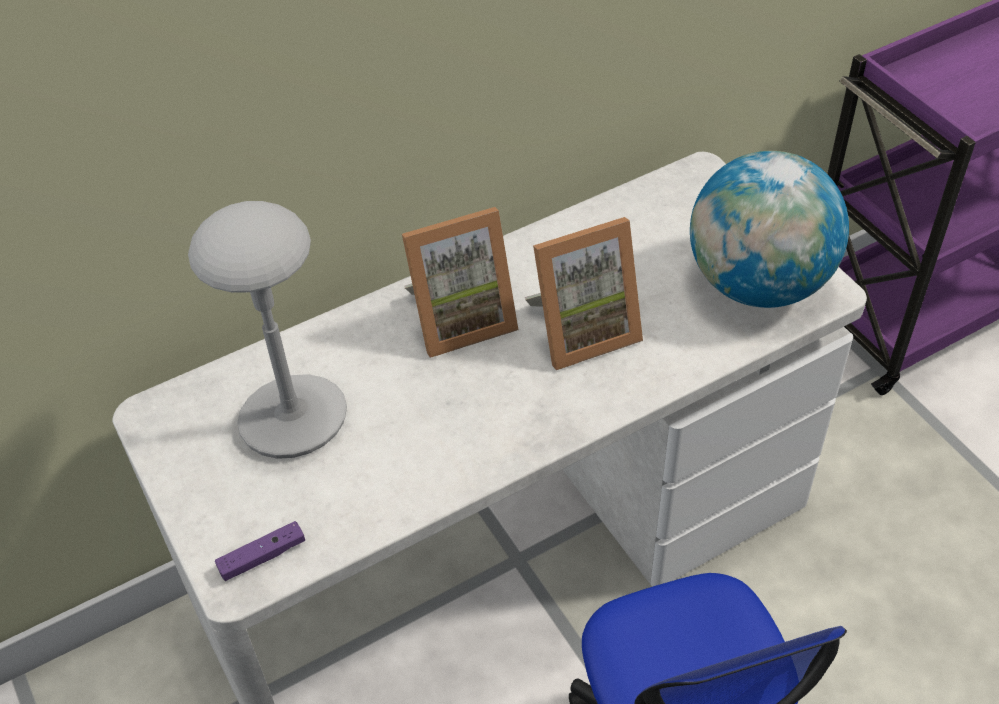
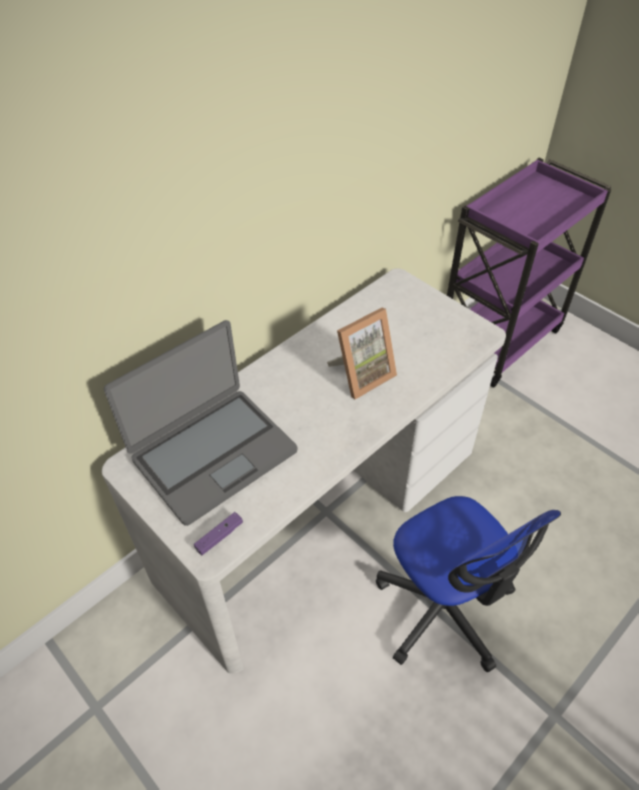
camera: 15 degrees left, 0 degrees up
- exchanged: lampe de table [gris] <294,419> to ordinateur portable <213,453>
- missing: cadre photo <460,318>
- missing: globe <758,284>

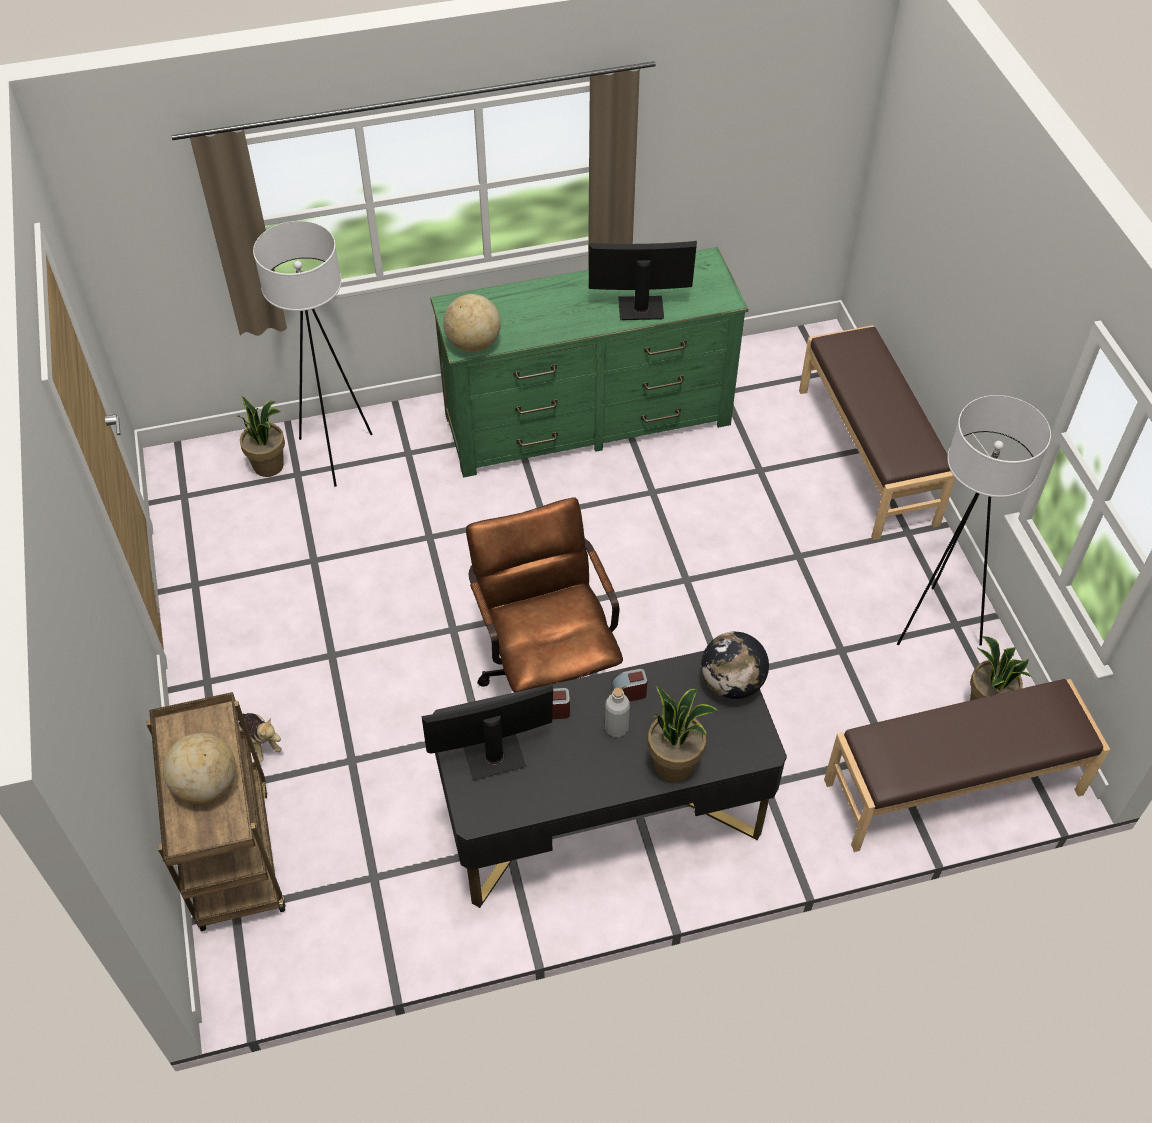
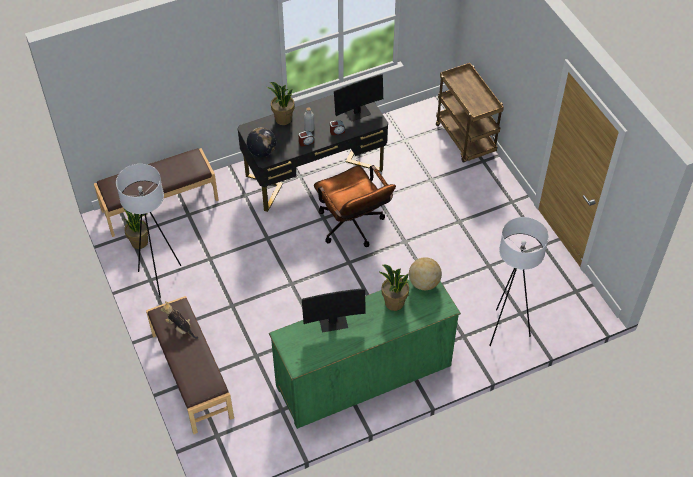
camera: 170 degrees right, 0 degrees up
- missing: globe <206,785>
- relocated: plante en pot <269,465> to <394,303>
- relocated: peluche <258,742> to <180,328>

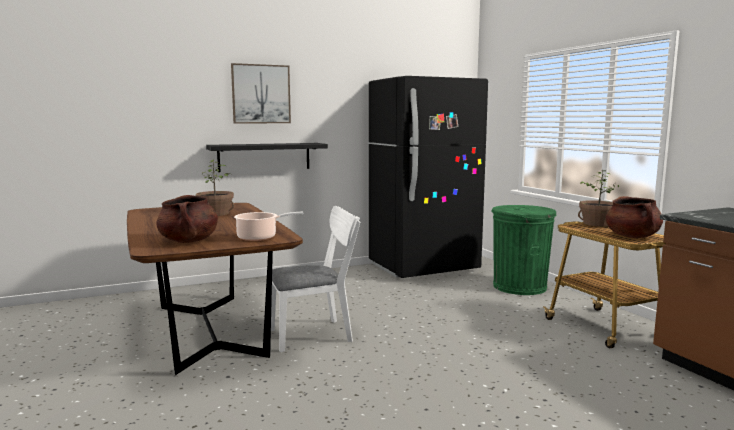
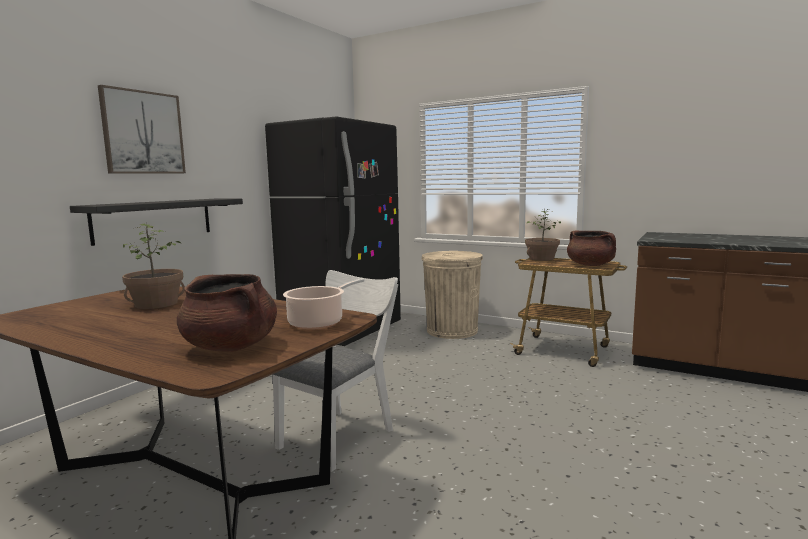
camera: 35 degrees left, 0 degrees up
- colour: poubelle [vert] <519,286> to poubelle [beige] <452,331>

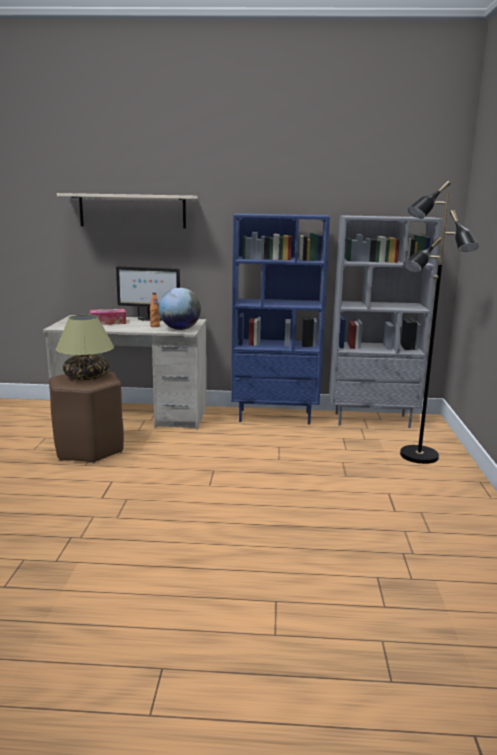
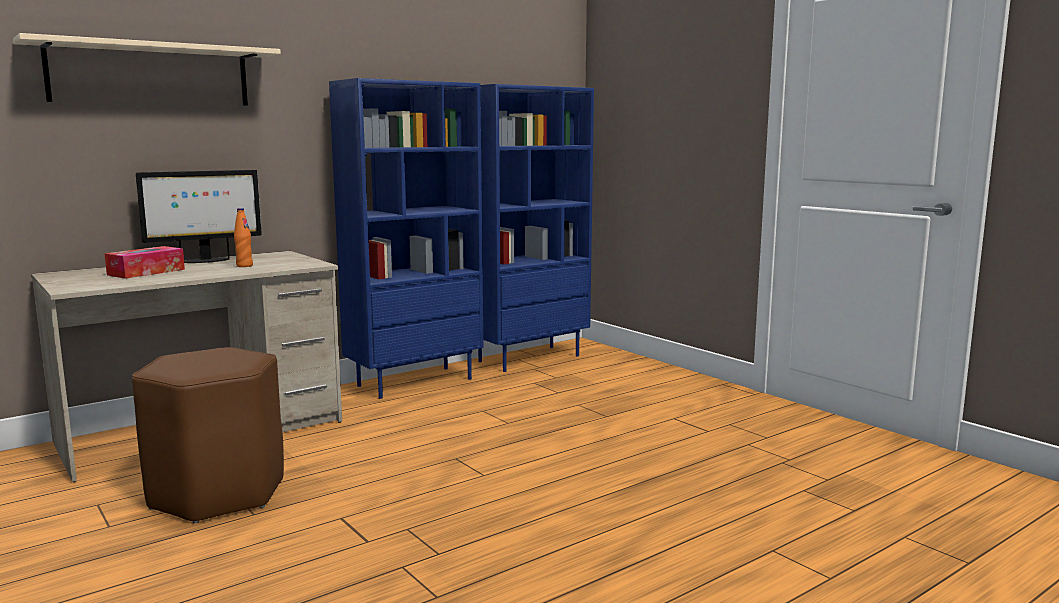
camera: 40 degrees left, 5 degrees down
- missing: lampe de table <86,377>
- missing: globe <180,329>
- colour: bibliothèque [gris] <372,420> to bibliothèque [bleu] <529,358>
- missing: lampadaire [noir] <418,456>

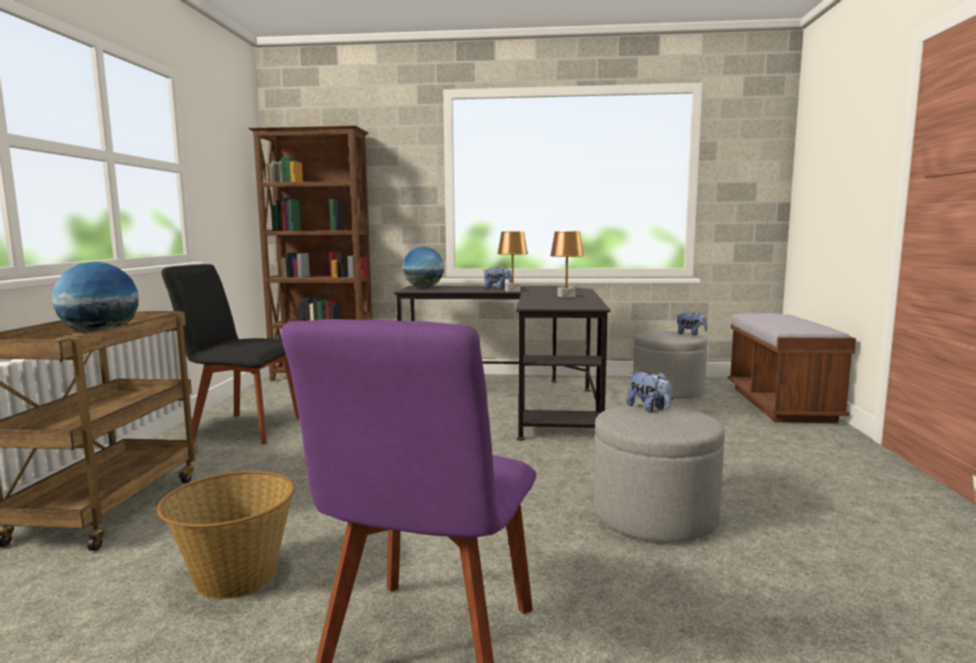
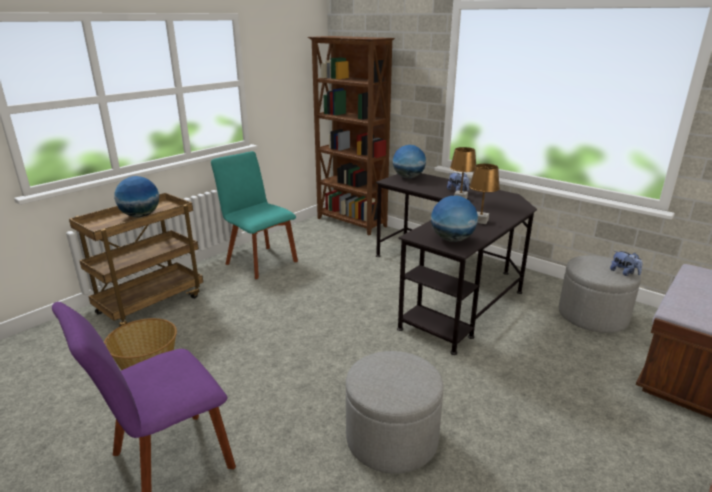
camera: 35 degrees right, 15 degrees up
- colour: chaise [noir] <243,428> to chaise [turquoise] <259,261>
- missing: peluche <649,408>
- appeared: globe <452,239>

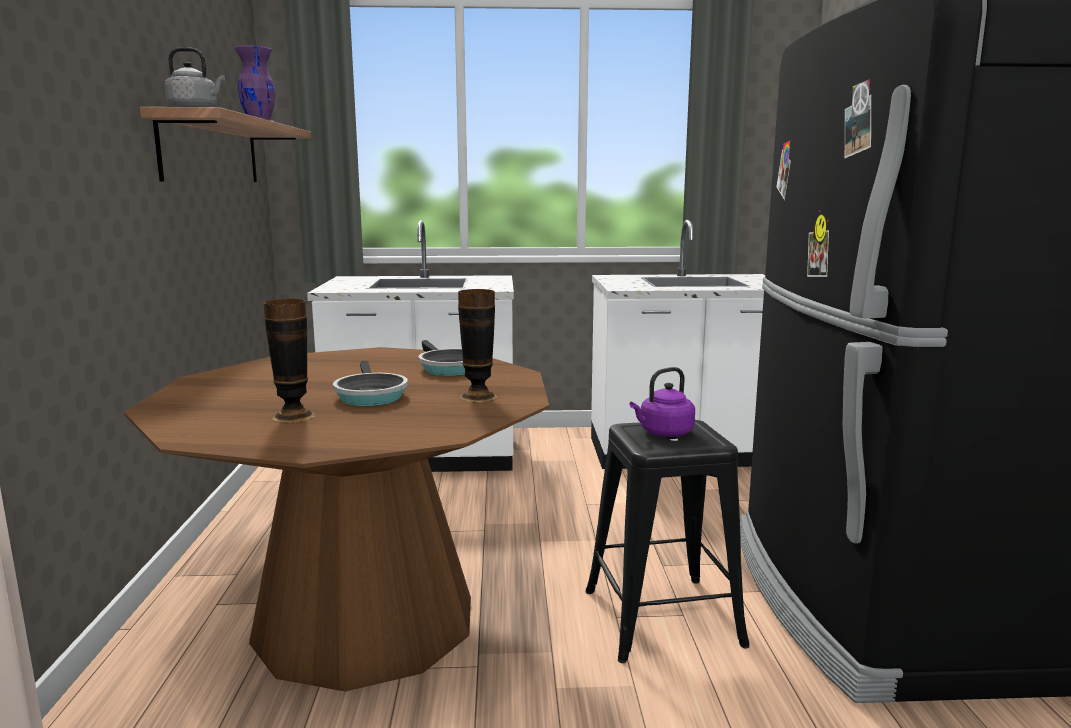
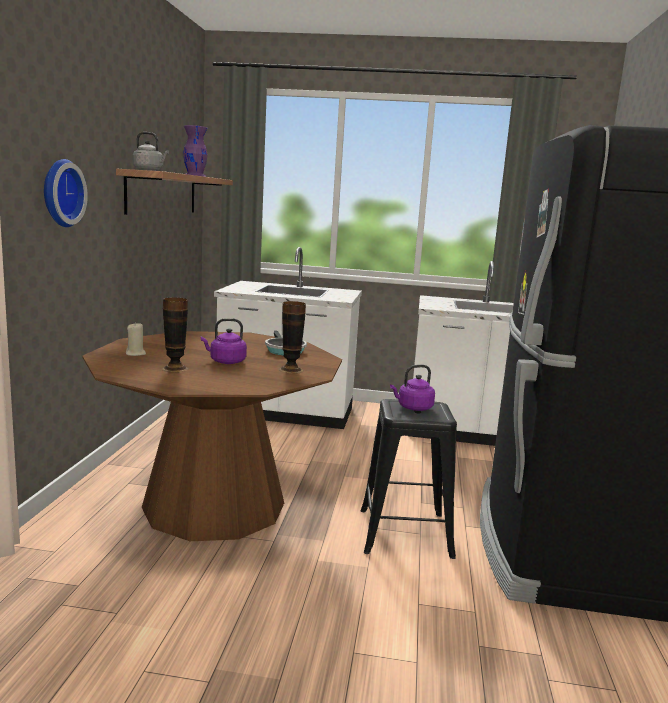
camera: 10 degrees right, 0 degrees up
- exchanged: poêle <369,395> to bouilloire [violet] <225,361>
- appeared: horloge murale <60,193>
- appeared: bougie [beige] <135,354>

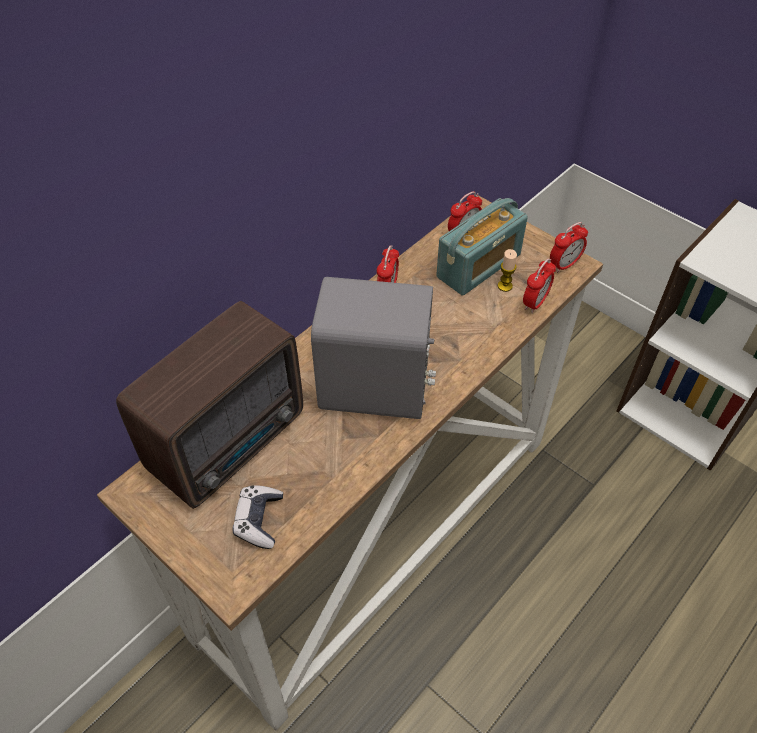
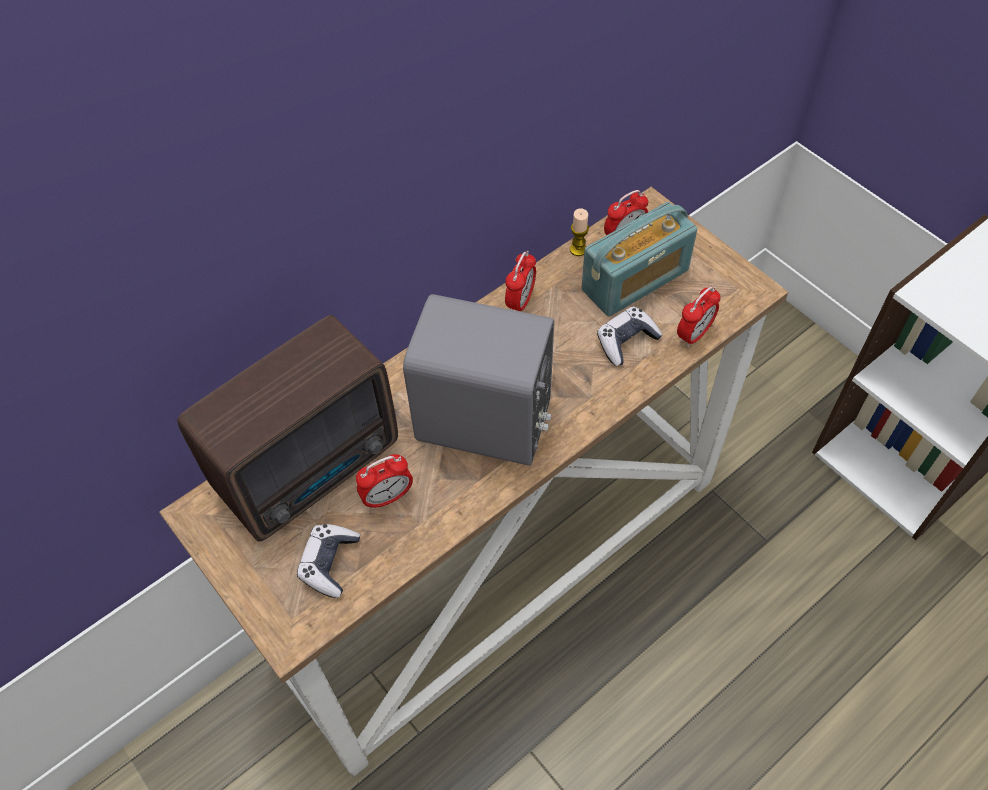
camera: 10 degrees right, 5 degrees up
- relocated: bougie <505,286> to <578,249>
- relocated: réveil <564,265> to <387,497>
- appeared: manette <626,341>

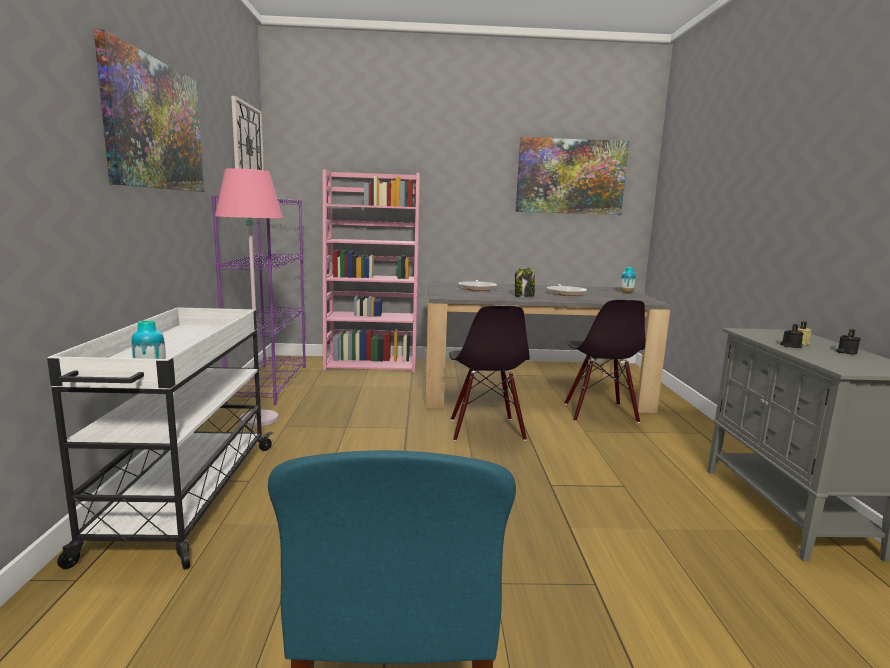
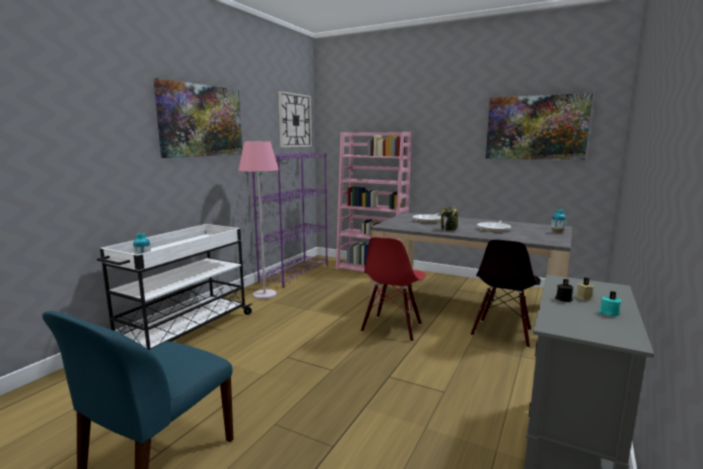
camera: 30 degrees right, 0 degrees up
- colour: chaise [noir] <485,429> to chaise [rouge] <392,328>
- colour: bougie [noir] <846,352> to bougie [turquoise] <608,313>

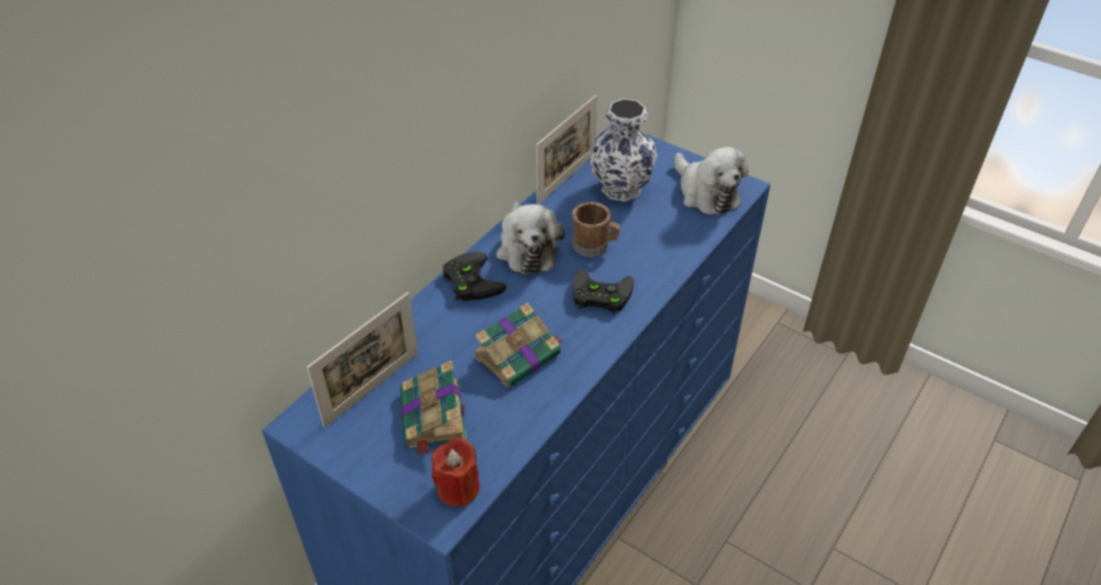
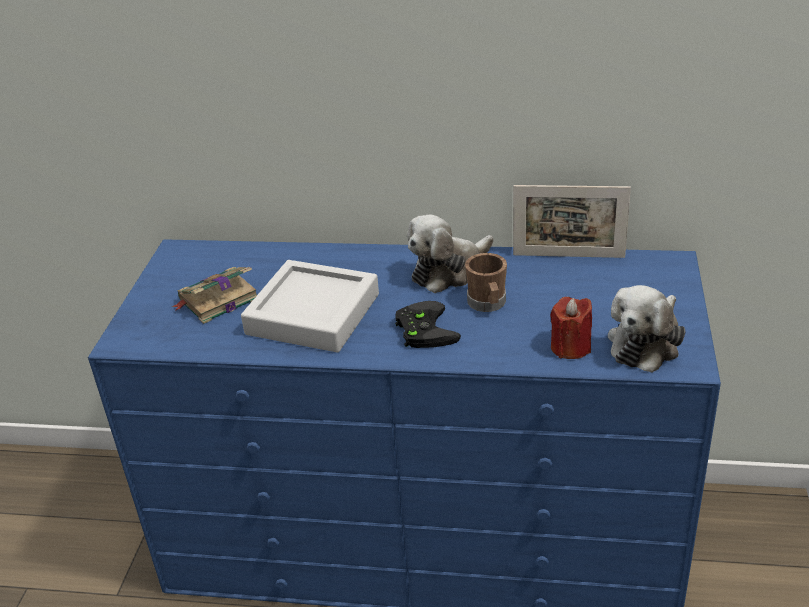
camera: 65 degrees right, 10 degrees down
- missing: cadre photo <372,389>
- relocated: bougie [rouge] <458,488> to <570,347>
- missing: manette [noir] <469,280>
- exchanged: livre <519,355> to plateau [gris] <313,314>
- missing: vase <621,189>

